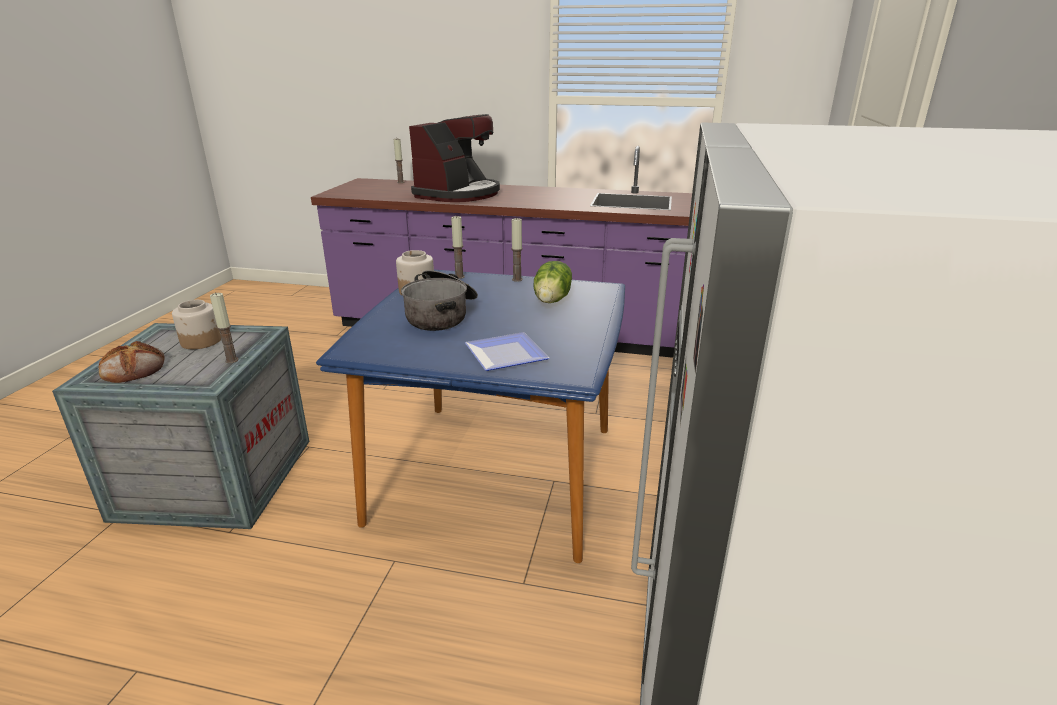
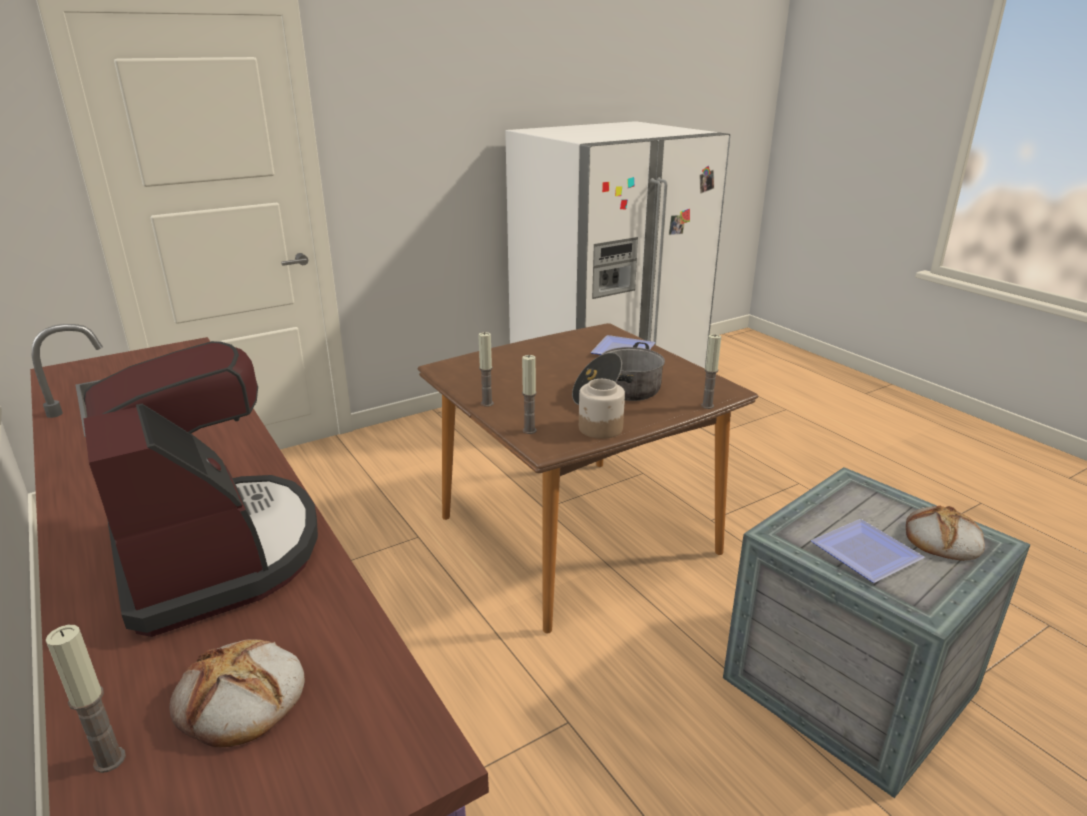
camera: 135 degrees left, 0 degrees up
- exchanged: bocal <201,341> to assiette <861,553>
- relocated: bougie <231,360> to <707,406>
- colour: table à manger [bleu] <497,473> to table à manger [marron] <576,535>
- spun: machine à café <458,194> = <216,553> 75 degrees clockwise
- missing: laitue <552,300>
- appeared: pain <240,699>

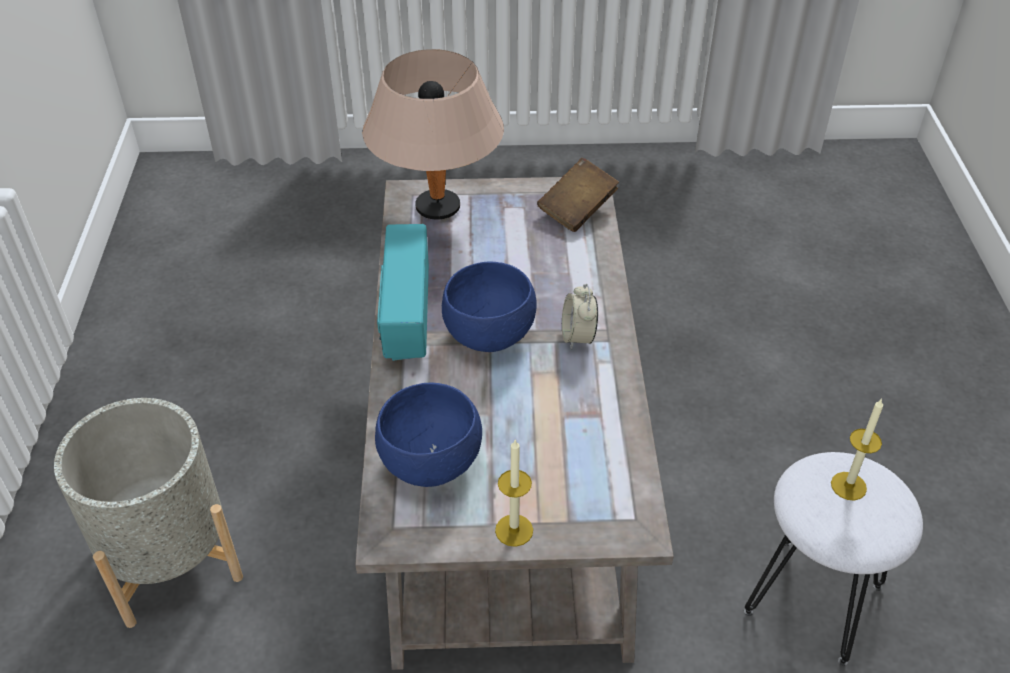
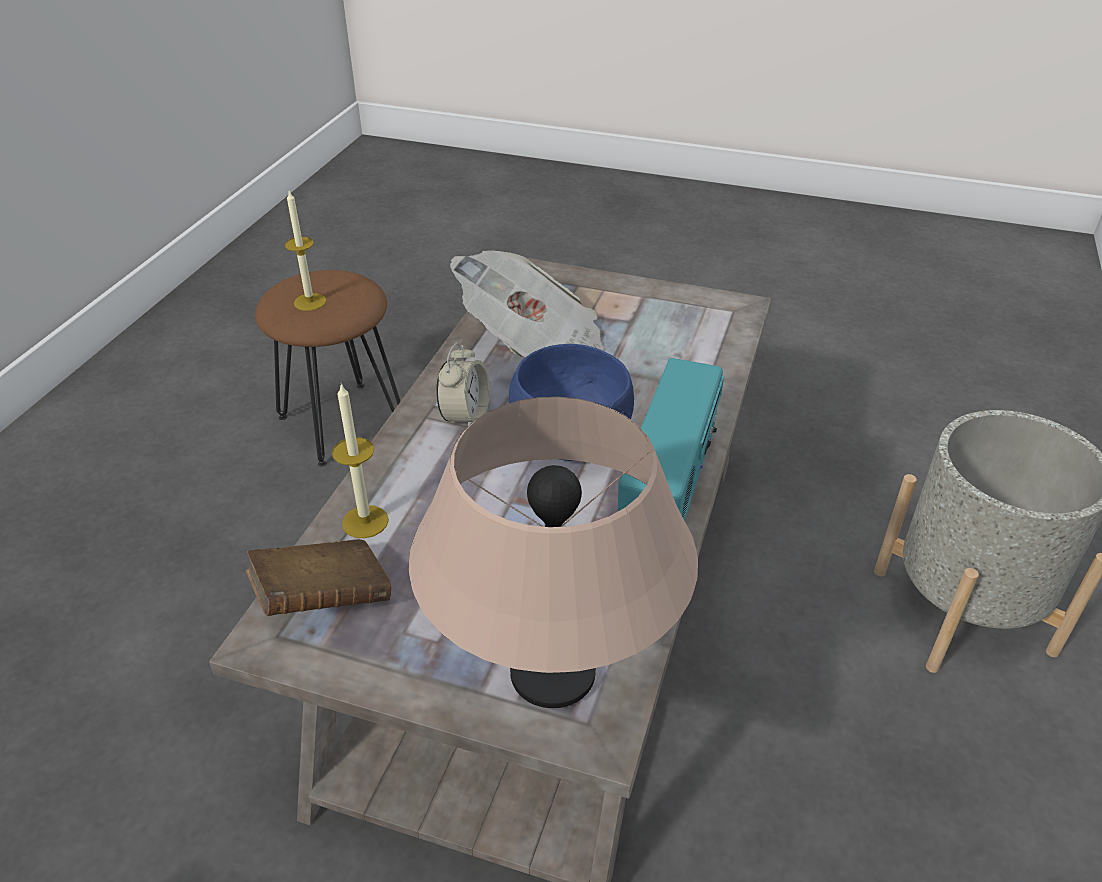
camera: 160 degrees left, 5 degrees down
- missing: bol [bleu] <430,462>
- relocated: bougie <514,530> to <365,521>
- colour: tabouret [blanc] <815,599> to tabouret [marron] <341,422>
- appeared: journal <536,347>

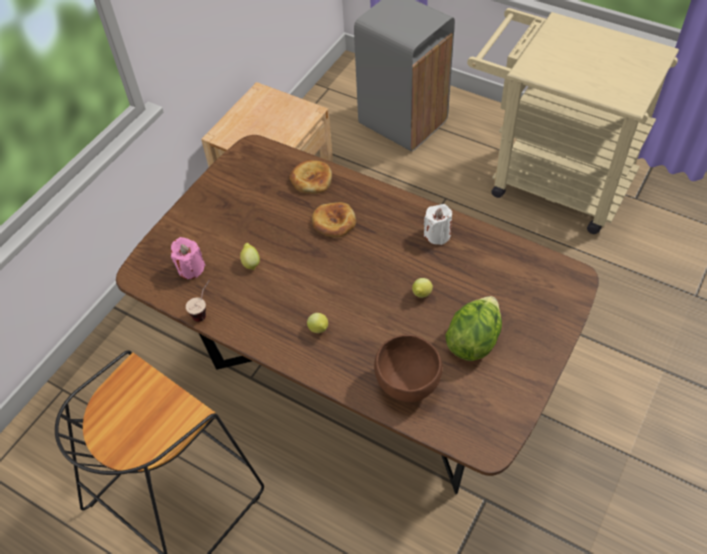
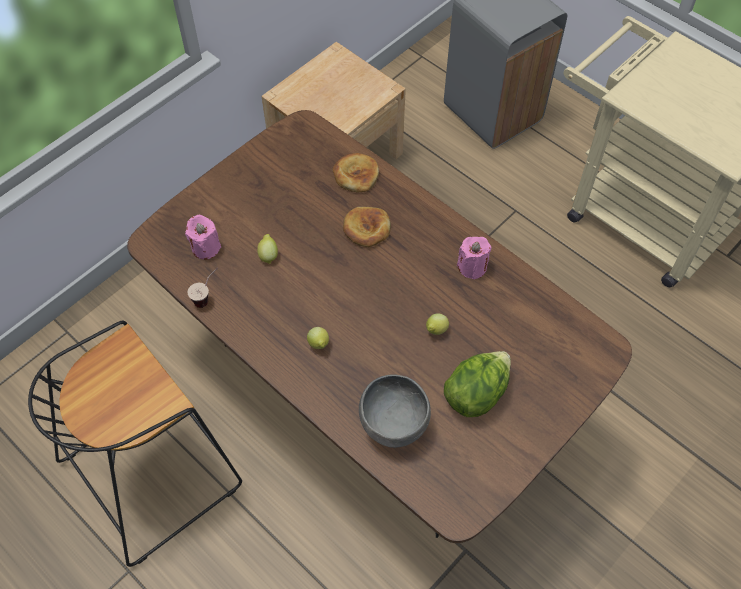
camera: 10 degrees right, 5 degrees up
- colour: bol [marron] <408,384> to bol [gris] <394,425>
- colour: bougie [blanc] <437,234> to bougie [rose] <472,267>

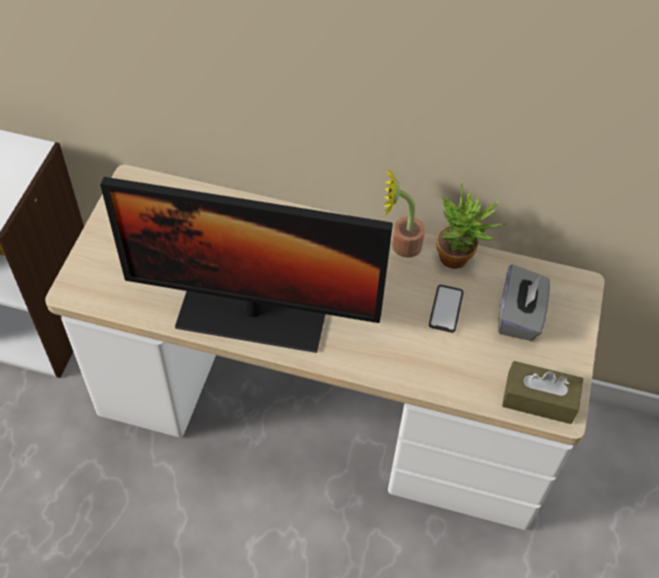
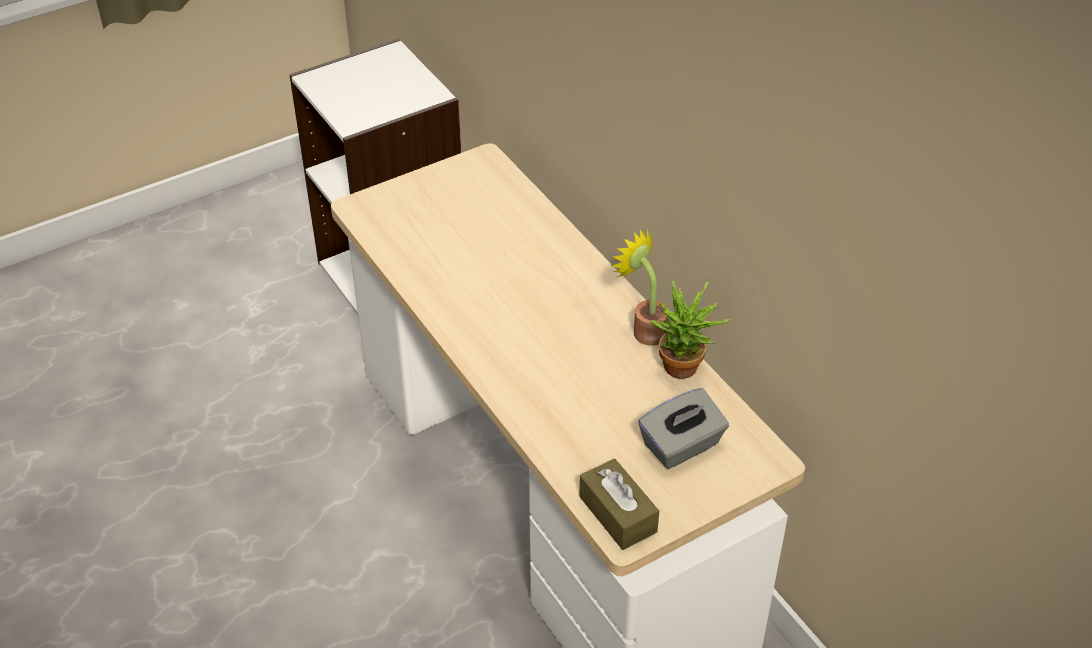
camera: 45 degrees right, 10 degrees down
- missing: écran d'ordinateur <253,314>
- missing: téléphone <446,309>

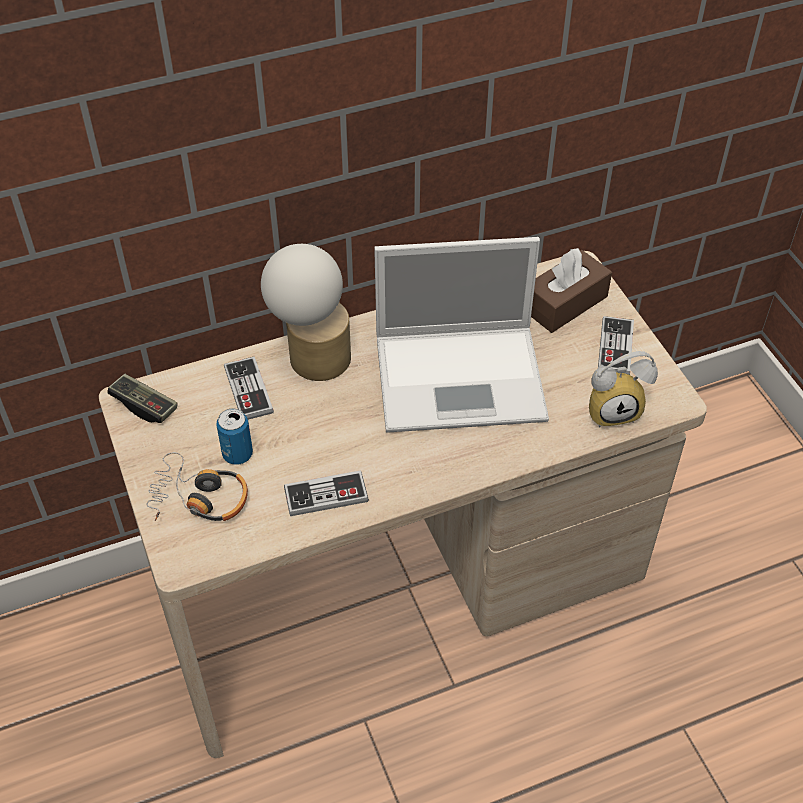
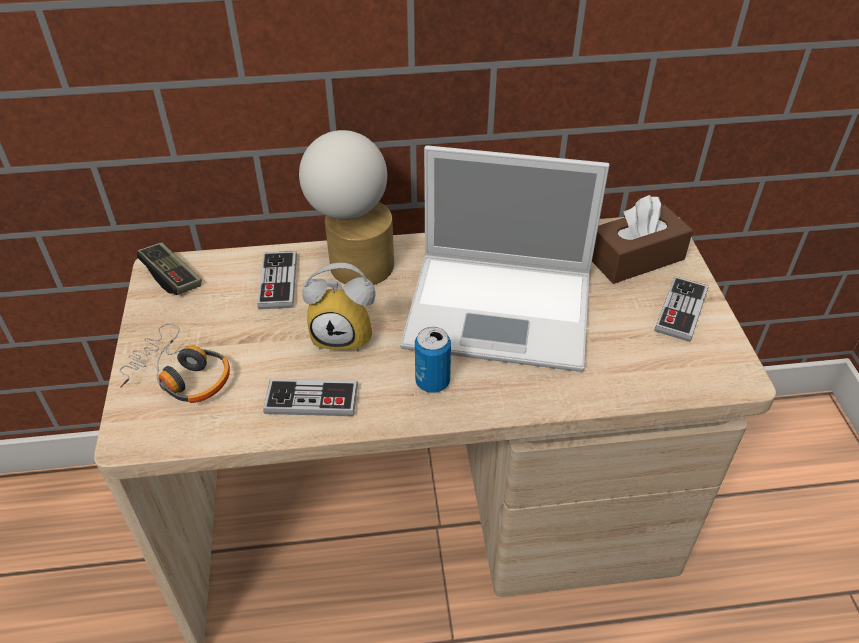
camera: 15 degrees right, 5 degrees down
- relocated: boîte métallique <237,454> to <432,382>
- relocated: réveil <613,409> to <345,334>

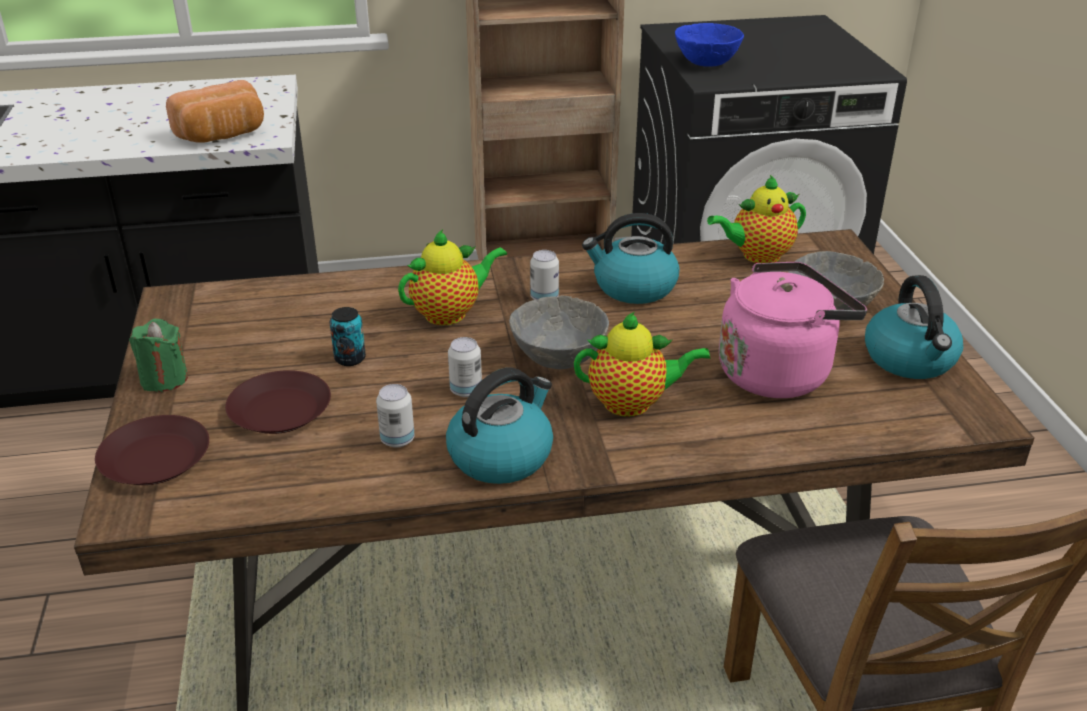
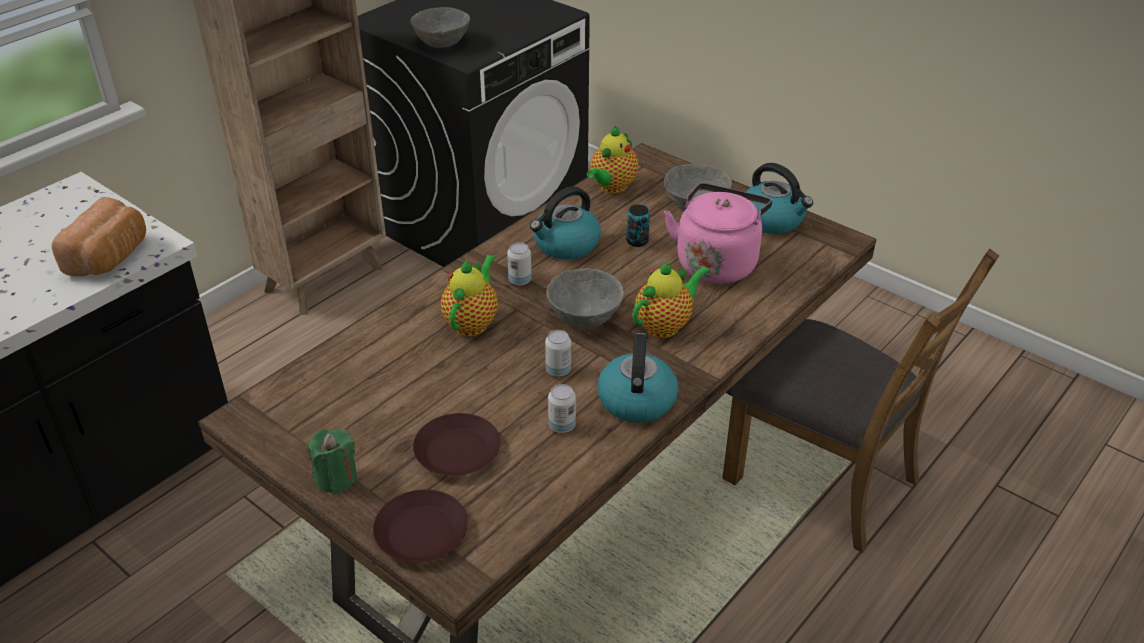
camera: 40 degrees left, 5 degrees up
- relocated: boîte métallique <350,359> to <637,241>
- colour: bol [bleu] <706,63> to bol [gris] <441,43>

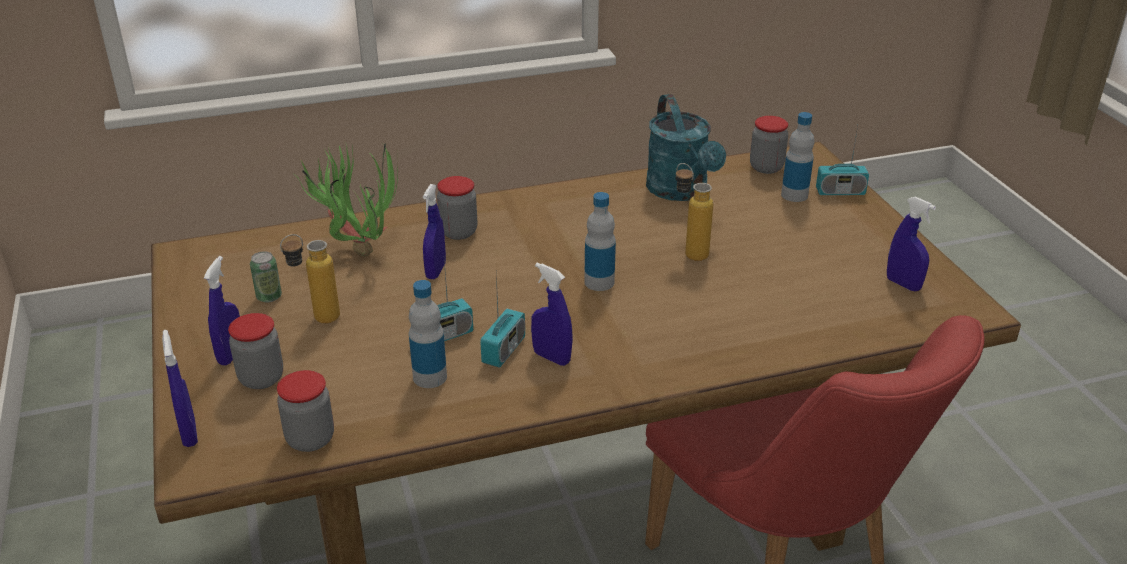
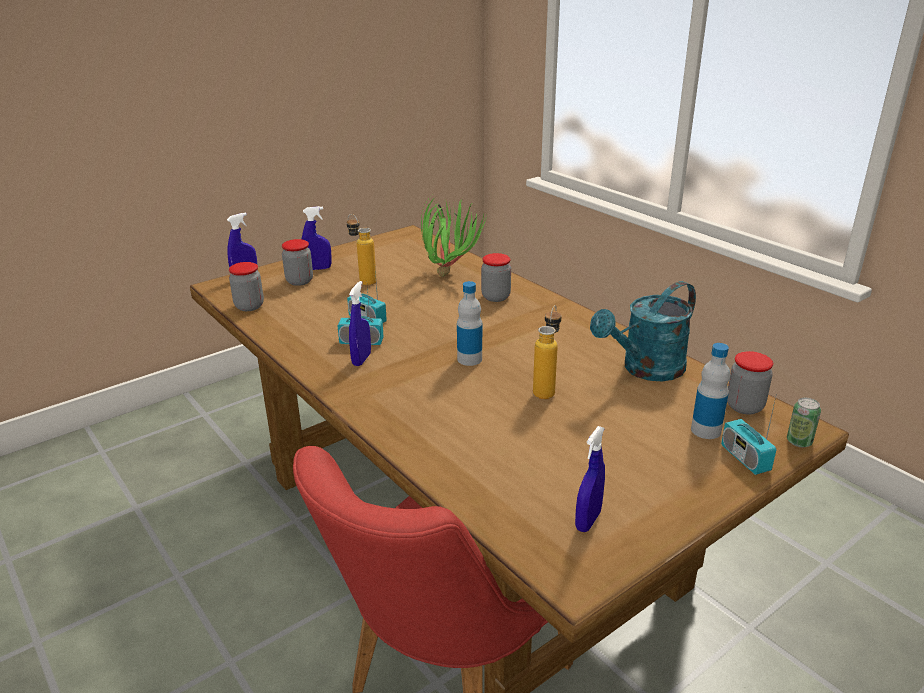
camera: 70 degrees right, 5 degrees down
- relocated: boîte métallique <269,297> to <799,442>
- missing: bouteille <430,377>
- missing: vaporisateur [bleu] <436,271>

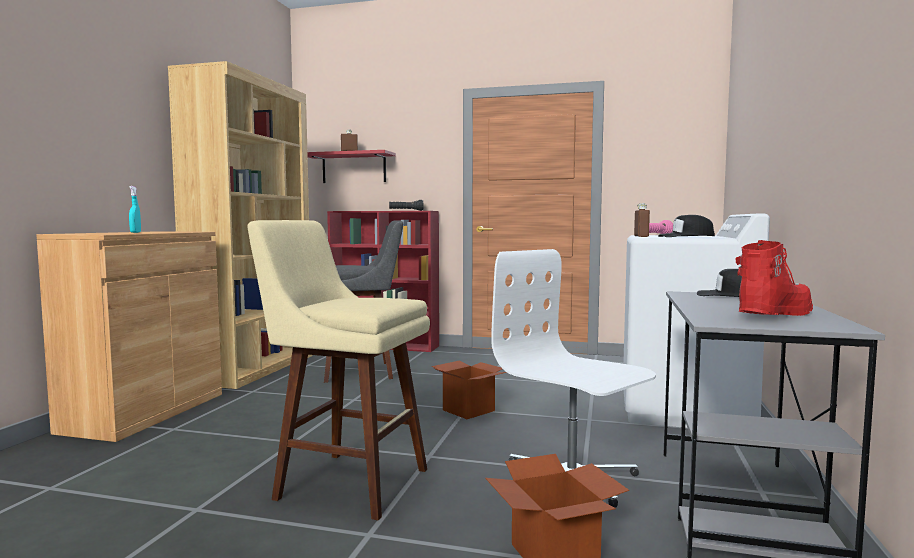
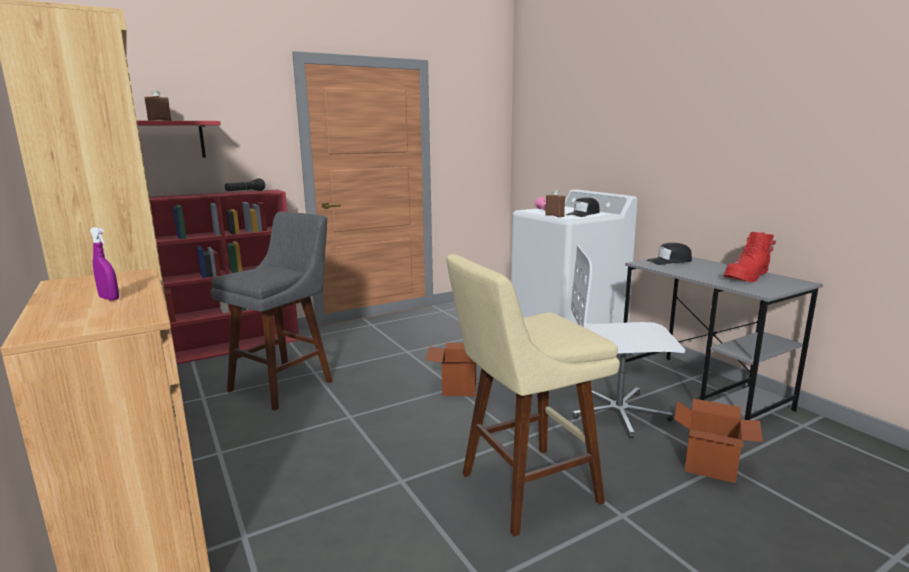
camera: 45 degrees left, 10 degrees up
- colour: vaporisateur [turquoise] <135,232> to vaporisateur [violet] <109,298>
- spun: botte [rouge] <773,314> = <747,277> 135 degrees counterclockwise

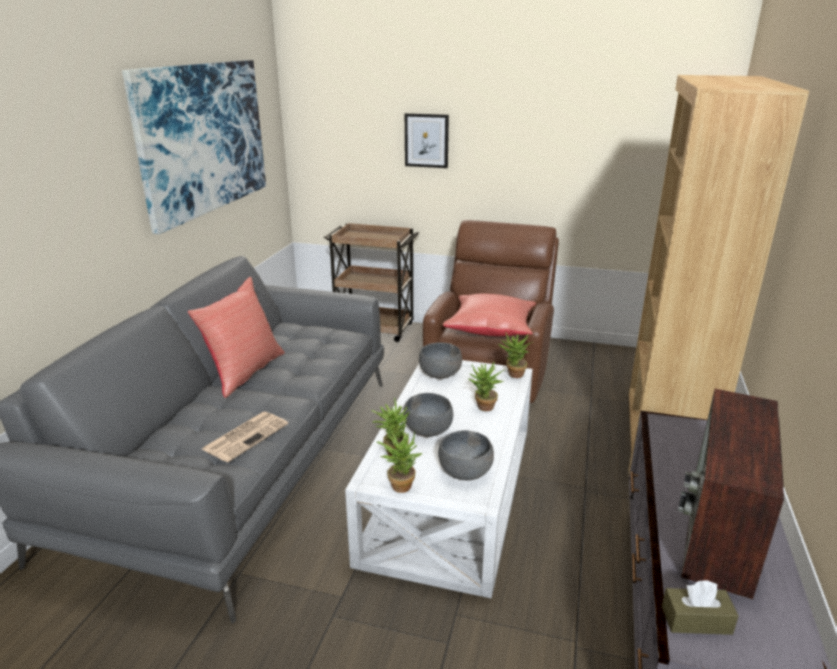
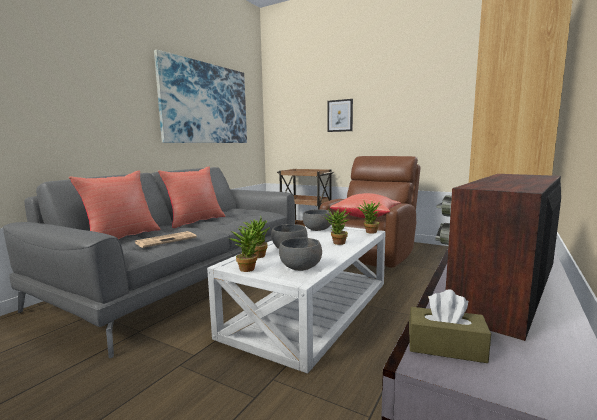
camera: 15 degrees right, 15 degrees down
- appeared: coussin [rouge] <121,237>

